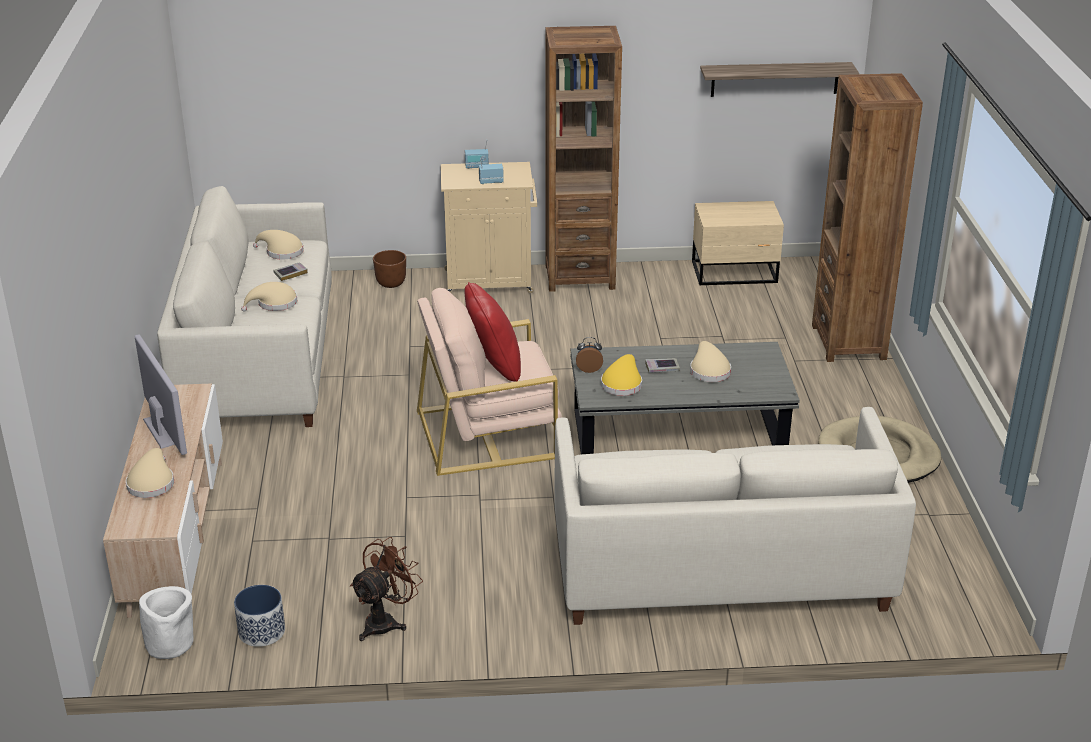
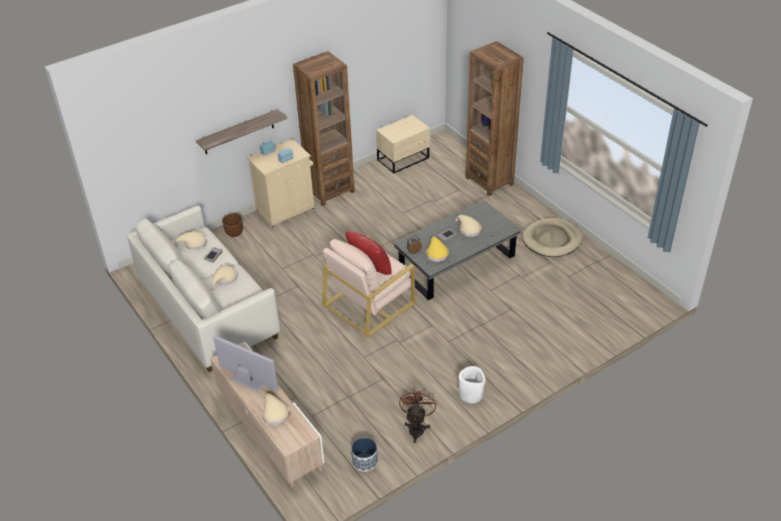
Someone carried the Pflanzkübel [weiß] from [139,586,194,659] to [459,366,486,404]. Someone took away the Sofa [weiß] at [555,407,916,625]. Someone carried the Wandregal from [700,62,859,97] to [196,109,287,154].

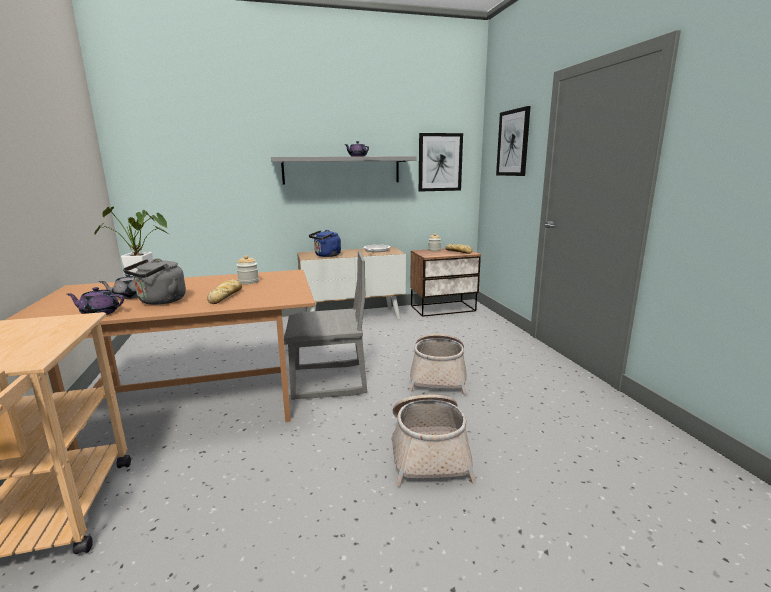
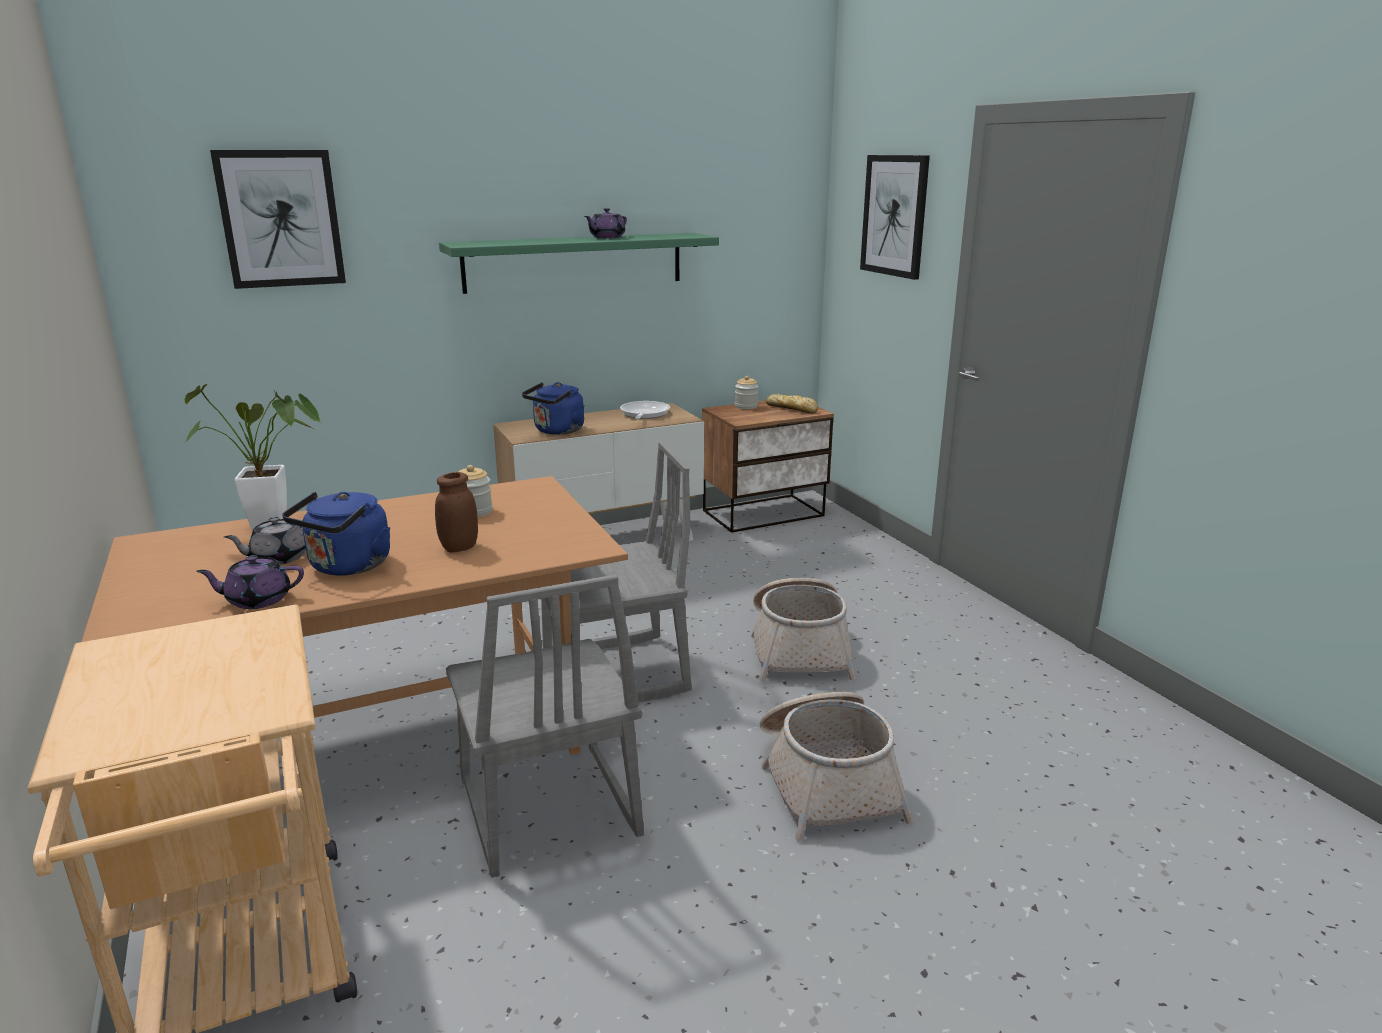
Someone repainted the Wasserkessel [grau] at [123,258,186,305], which became the Wasserkessel [blau] at [282,491,390,576]. Someone swapped the Brot at [207,280,242,304] for the Vorratsglas [braun] at [435,472,478,553]. Someone repainted the Wandregal [grau] at [271,156,416,184], which became the Wandregal [grün] at [439,233,719,294]. Someone carried the Bild from [419,133,463,192] to [210,150,346,289]. Someone put down the Stuhl [grau] at [446,574,644,878].

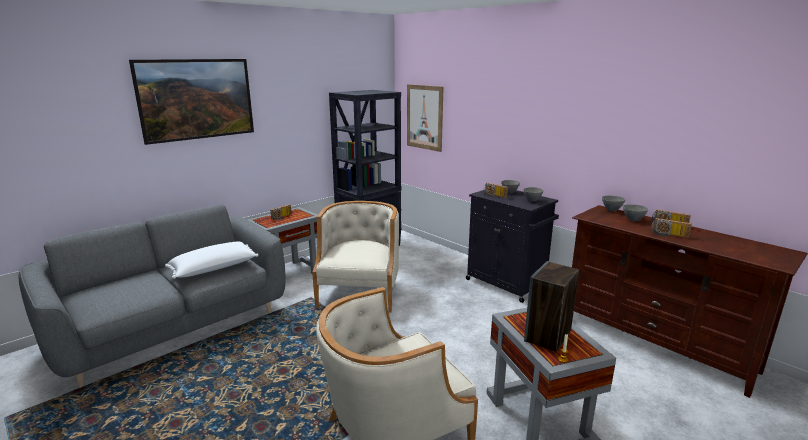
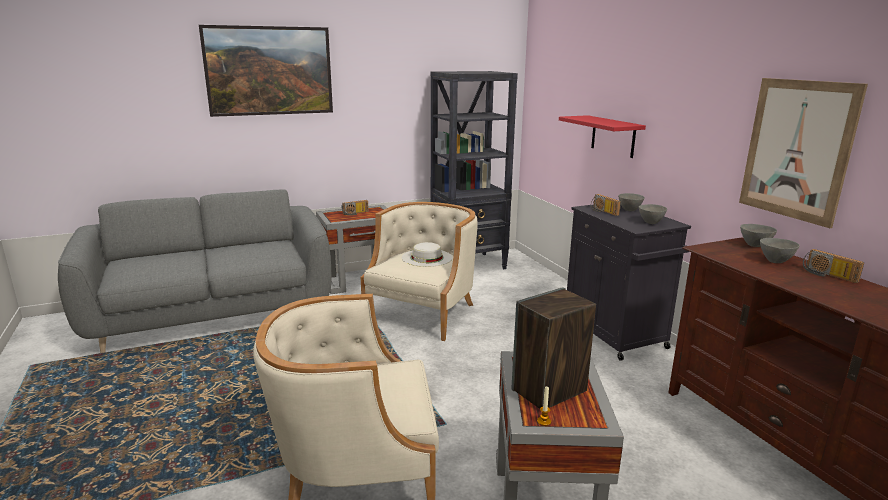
Someone took away the Kissen [weiß] at [165,241,258,279]. Someone carried the Bild from [407,84,444,152] to [739,78,868,228]. Someone took away the Radio at [651,218,692,238]. Someone put down the Hut [weiß] at [402,242,453,267]. Someone put up the Wandregal [rot] at [559,115,646,158].

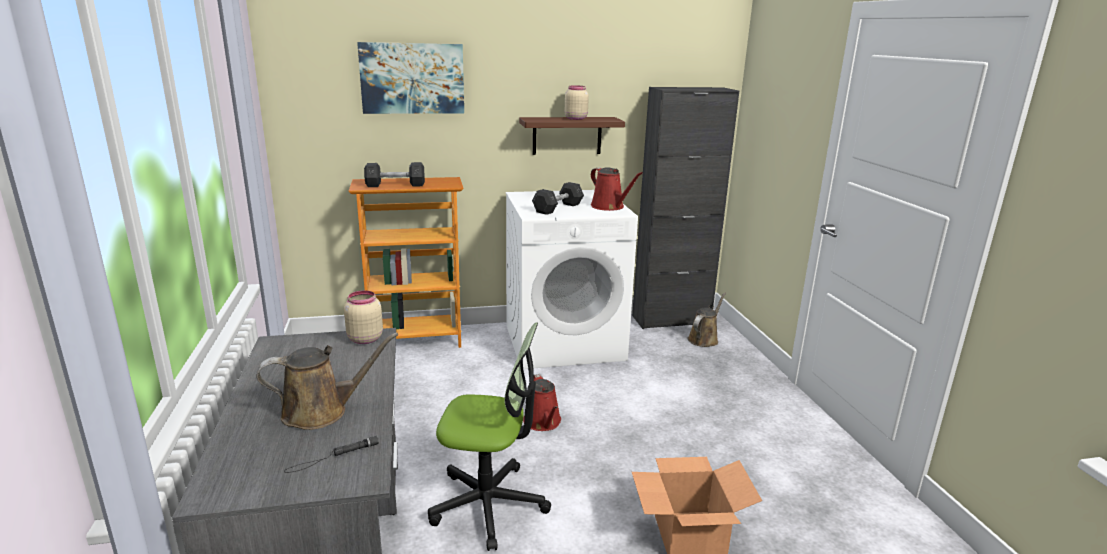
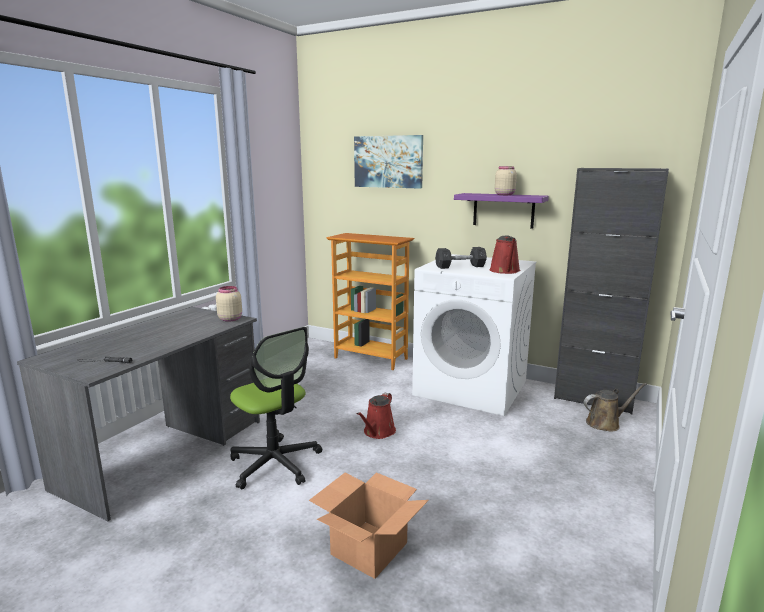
Someone took away the Gießkanne [braun] at [256,332,398,430]. Someone took away the Hantel [grau] at [364,162,425,187]. Someone repainted the Wandregal [braun] at [519,117,625,155], which became the Wandregal [lila] at [454,193,549,229].

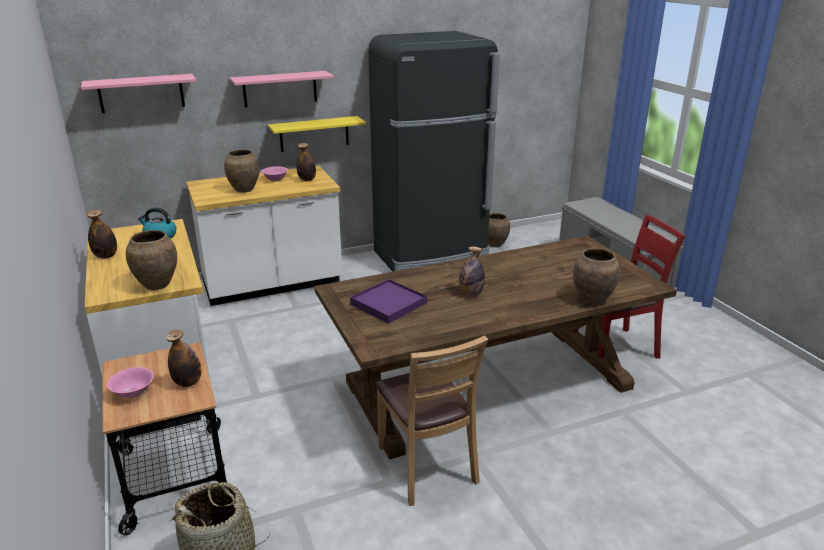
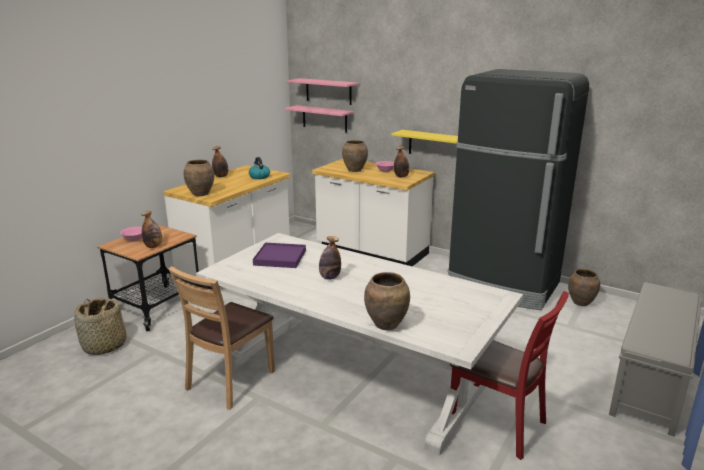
Someone carried the Wandregal [rosa] from [230,71,334,107] to [284,105,354,132]. Someone repainted the Esstisch [braun] at [314,236,677,460], which became the Esstisch [weiß] at [196,233,523,455].

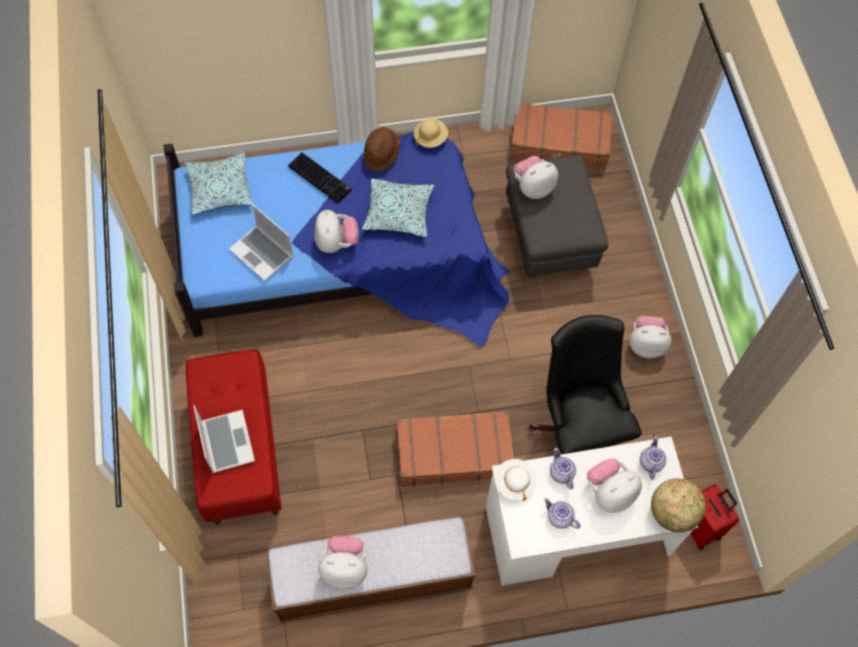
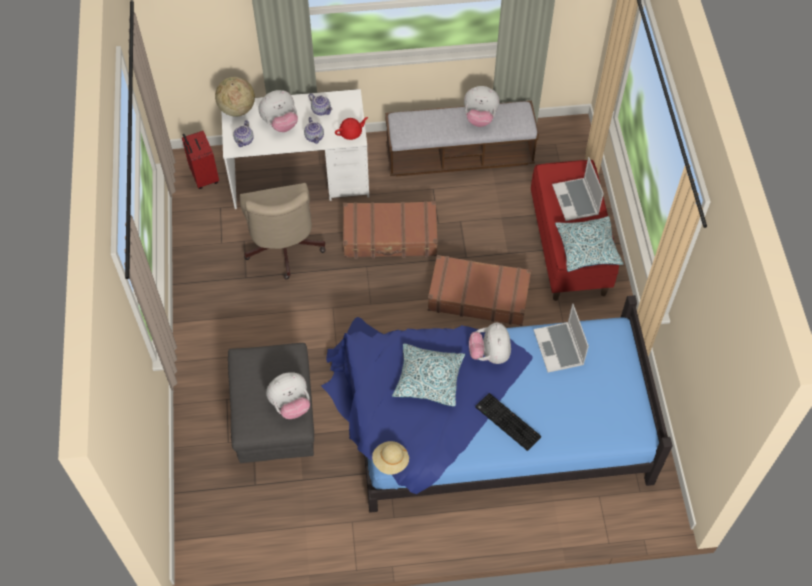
Someone carried the Kissen from [185,153,253,215] to [555,216,624,272]. Someone rotated the Laptop at [229,204,293,281] by 150 degrees counterclockwise. Someone took away the Hut [braun] at [364,127,400,173]. Someone swapped the Hut [weiß] at [495,459,537,501] for the Teekanne [rot] at [335,117,368,140]. Someone carried the Koffer [braun] from [510,103,612,170] to [428,255,531,326]. Someone repainted the Bürostuhl [schwarz] at [529,315,642,454], which became the Bürostuhl [beige] at [240,183,326,279]. Someone took away the Plüschtier at [629,316,672,359].

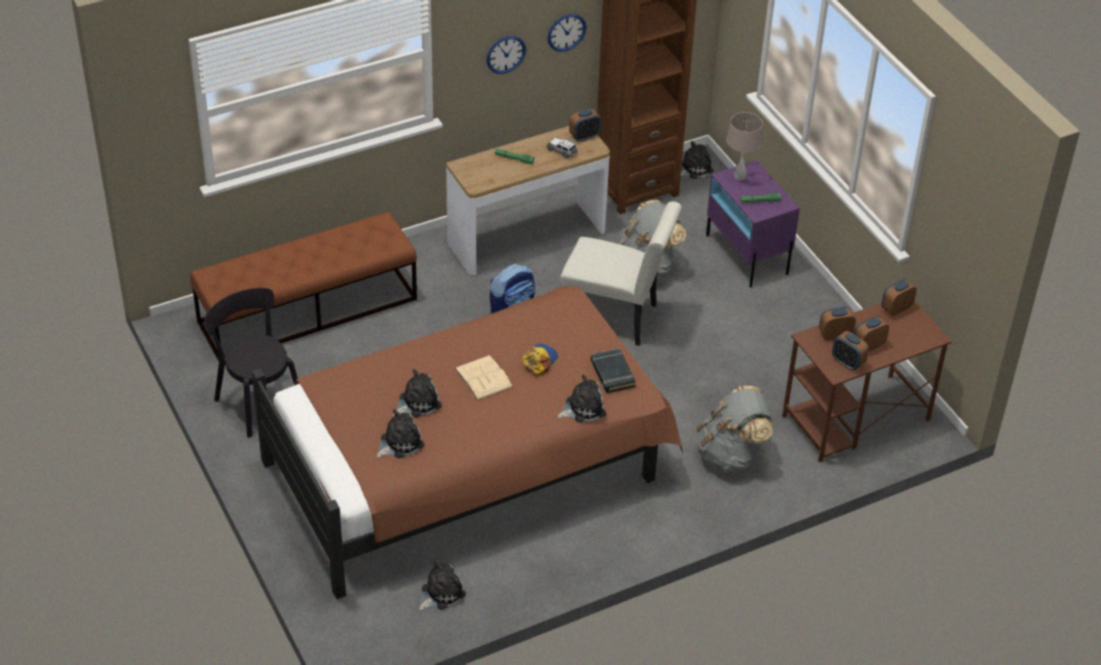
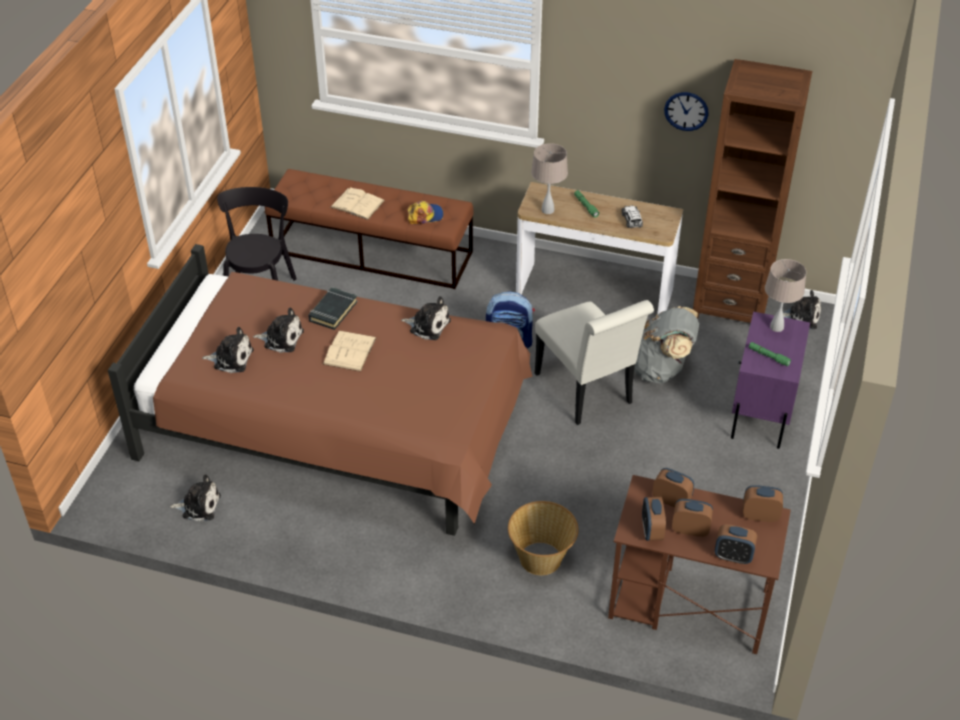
Someone took away the Wanduhr at [486,36,526,74]. Someone carried the Kappe from [522,344,558,377] to [407,201,443,224]. Someone carried the Plüschtier from [556,375,606,422] to [401,296,451,340]. Someone carried the Wecker from [569,109,601,142] to [715,524,757,564]. Someone carried the Buch [schwarz] from [591,348,636,393] to [308,287,358,330]. Someone swapped the Rucksack [grau] at [695,386,772,472] for the Korb at [508,501,579,575]. Someone put down the Buch [beige] at [330,187,384,220]. Someone put down the Tischlampe [beige] at [531,143,568,214].

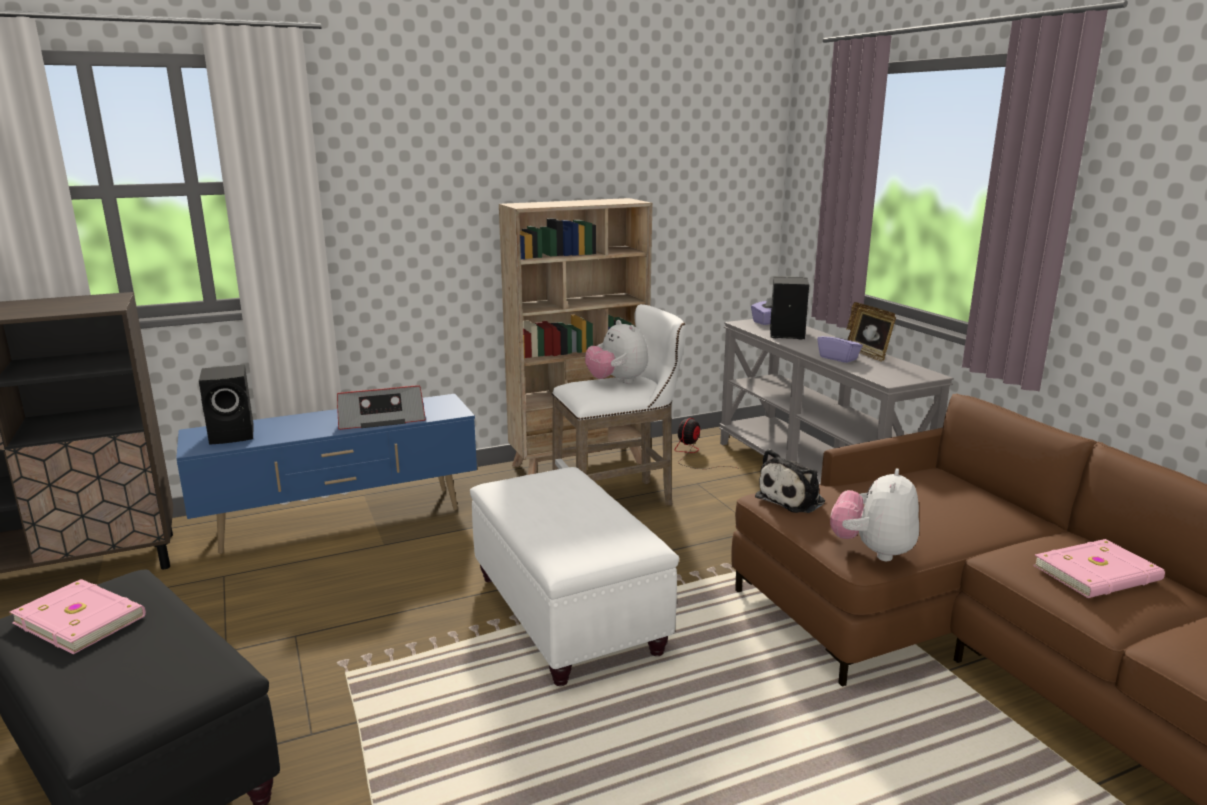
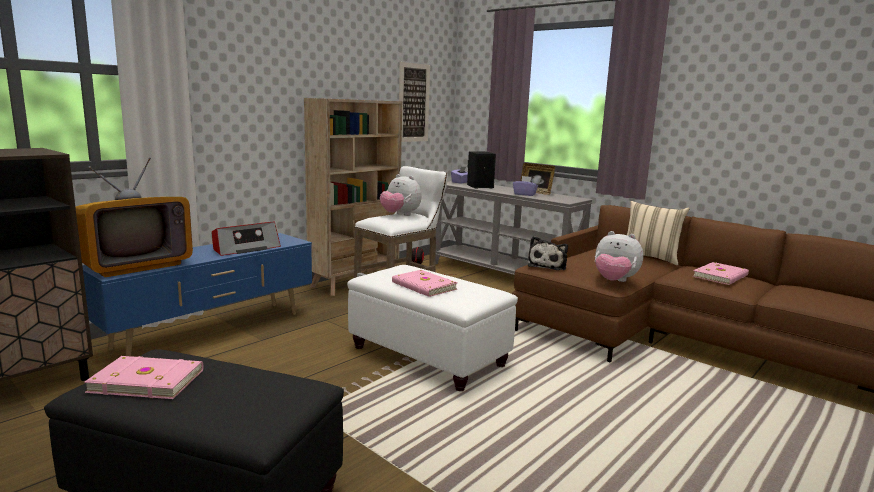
Someone swapped the Lautsprecher [schwarz] at [199,364,254,445] for the Fernseher at [75,157,193,277]. Someone rotated the Plüschtier at [830,468,919,561] by 60 degrees counterclockwise. Someone put down the Buch [rosa] at [392,270,458,297]. Someone put up the Bild at [399,62,430,142]. Someone put down the Kissen [beige] at [627,201,690,265].

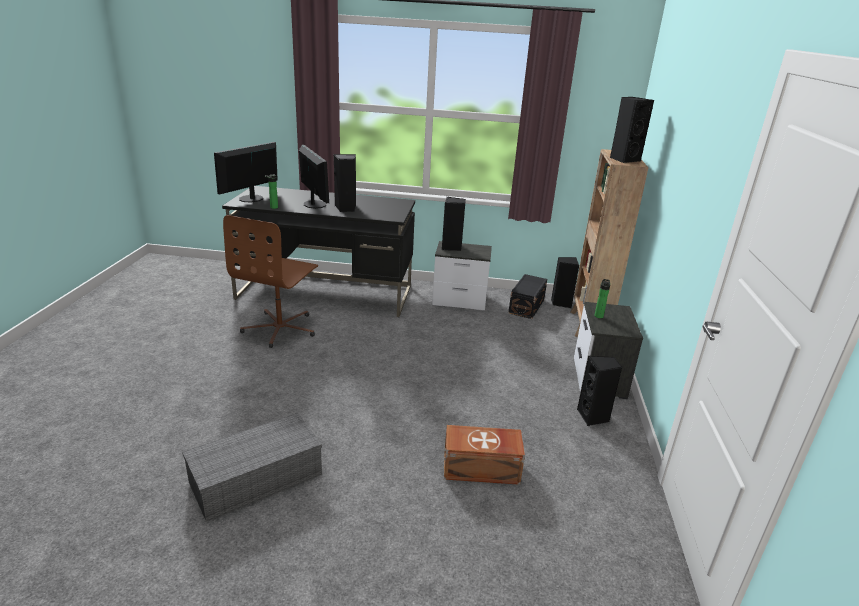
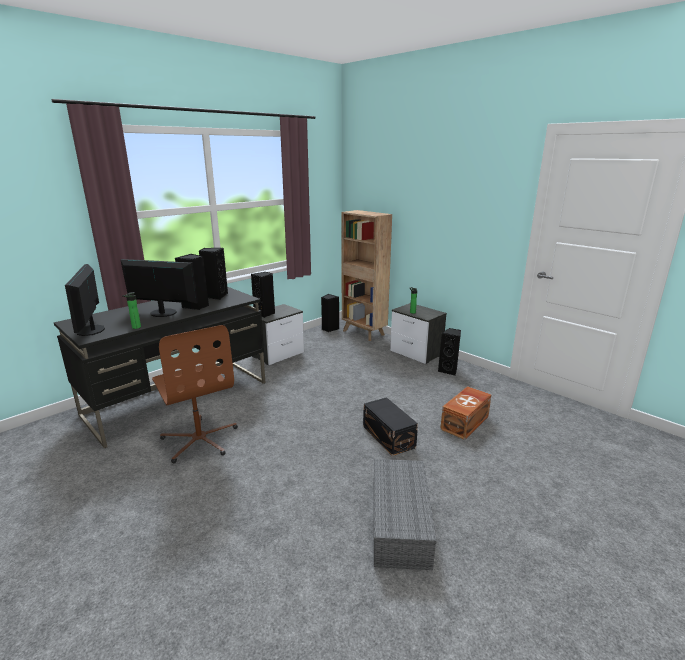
Someone carried the Aufbewahrungsbox [schwarz] from [508,274,547,319] to [363,397,418,456]. Someone carried the Lautsprecher [schwarz] from [610,97,654,163] to [199,248,228,300].

